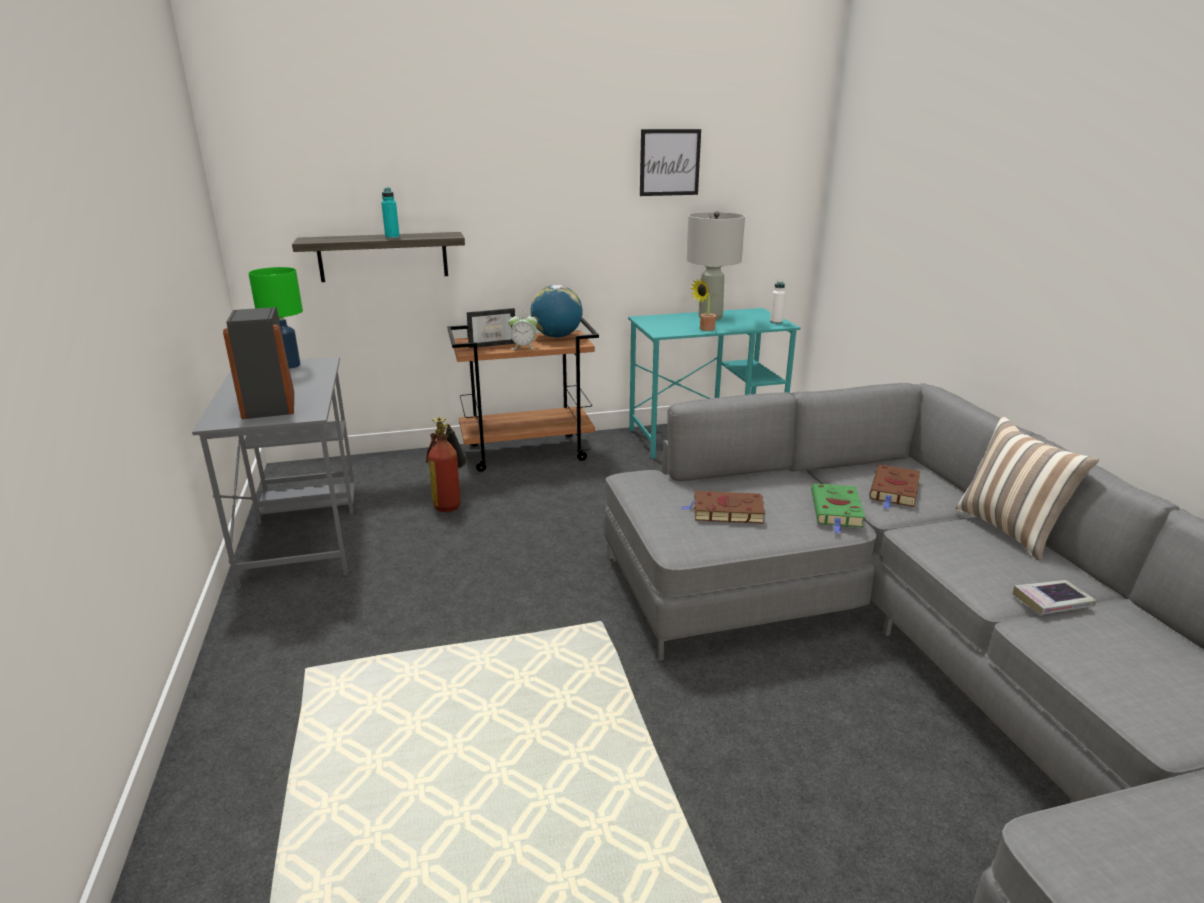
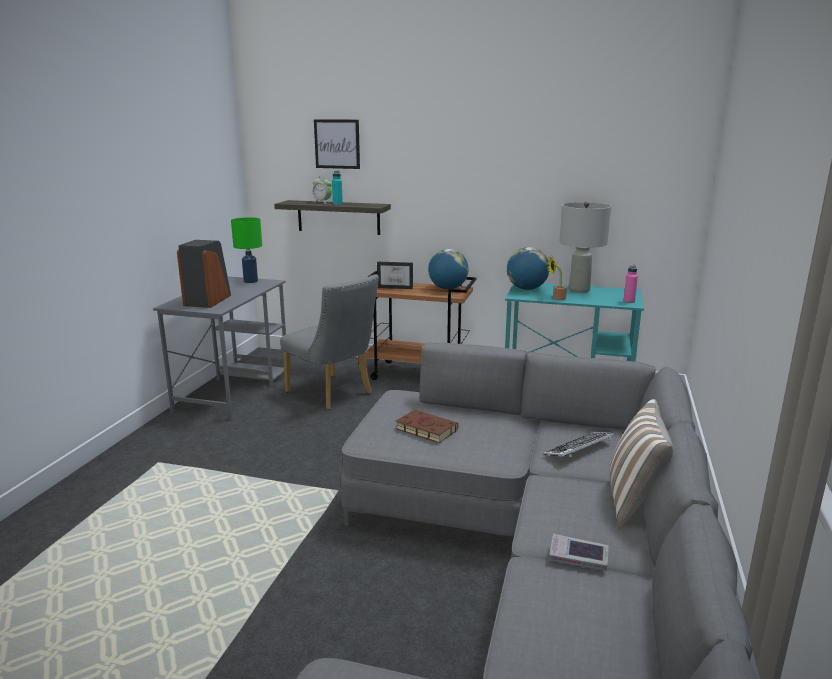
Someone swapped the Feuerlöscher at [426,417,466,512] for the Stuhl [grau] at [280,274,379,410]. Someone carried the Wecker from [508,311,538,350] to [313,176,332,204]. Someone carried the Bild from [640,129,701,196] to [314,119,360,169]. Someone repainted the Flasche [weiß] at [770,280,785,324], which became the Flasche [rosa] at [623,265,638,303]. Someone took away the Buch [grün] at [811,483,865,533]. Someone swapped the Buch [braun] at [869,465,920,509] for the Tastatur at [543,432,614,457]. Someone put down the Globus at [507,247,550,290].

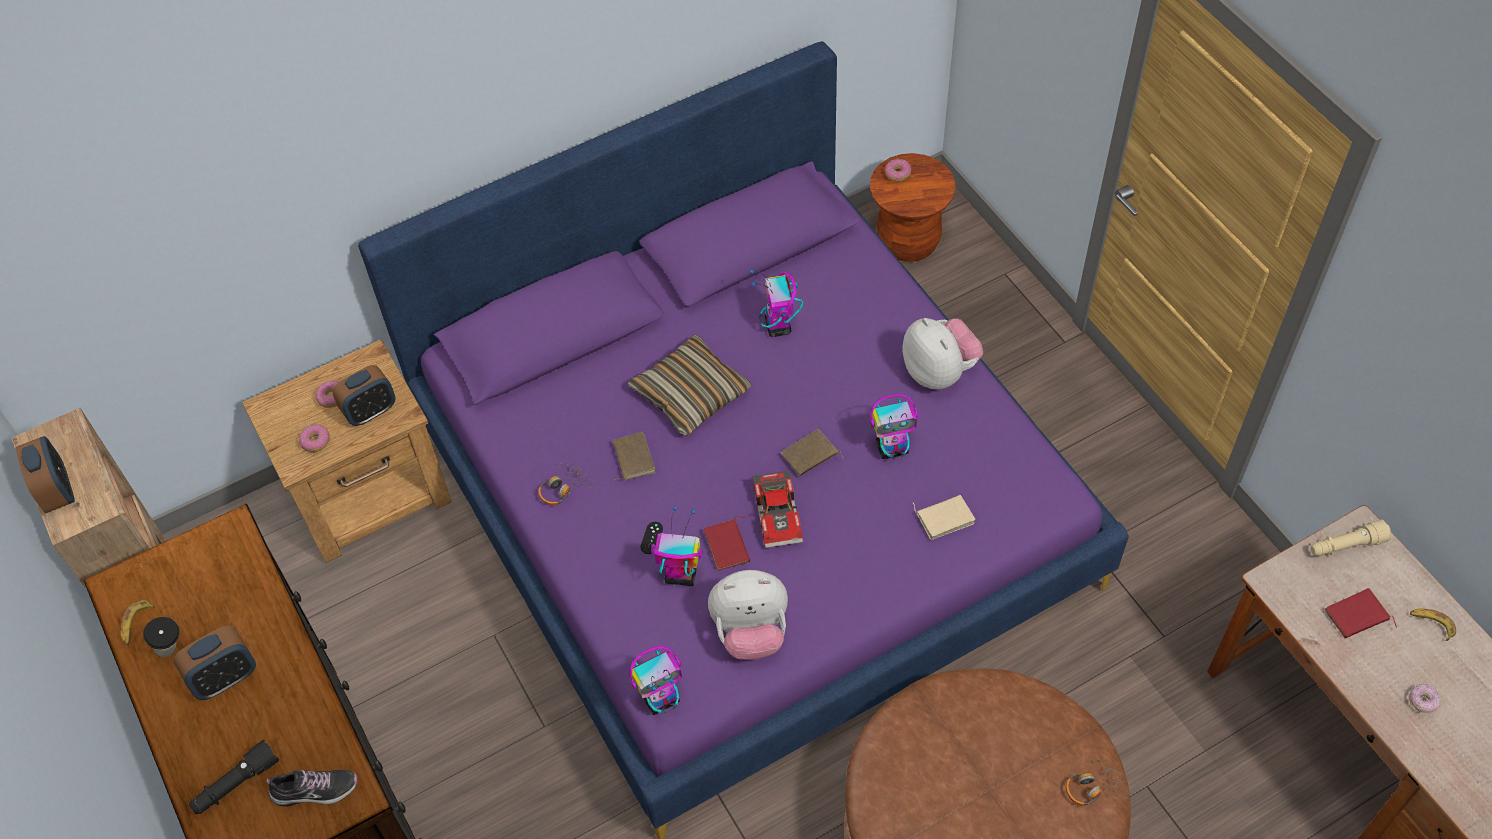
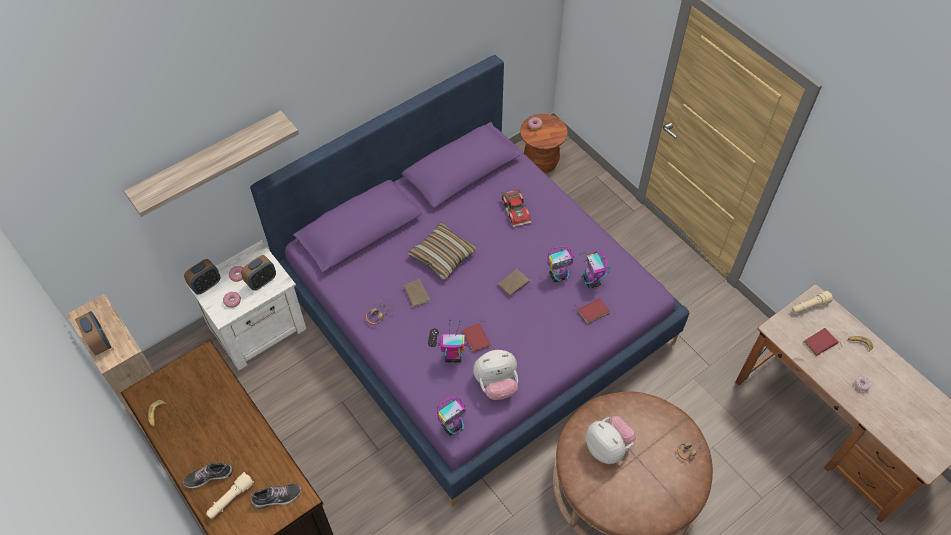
Someone took away the Tasse at [143,617,179,657]. Someone carried the Wecker from [174,626,256,700] to [184,259,220,295]. Someone repainted the Taschenlampe [schwarz] at [189,740,279,814], which became the Taschenlampe [beige] at [206,472,254,519]. Someone repainted the Nachttisch [braun] at [242,340,452,563], which became the Nachttisch [weiß] at [186,240,306,371]. Someone carried the Spielzeugroboter from [750,270,803,337] to [580,251,610,288]. Someone carried the Spielzeugauto from [753,470,803,548] to [502,188,531,227]. Someone carried the Plüschtier from [902,318,983,389] to [586,416,636,464]. Someone repainted the Buch [beige] at [913,495,975,540], which became the Buch [rot] at [575,298,610,324]. Someone put up the Wandregal at [124,110,299,217]. Someone put down the Schuh at [183,463,233,488].

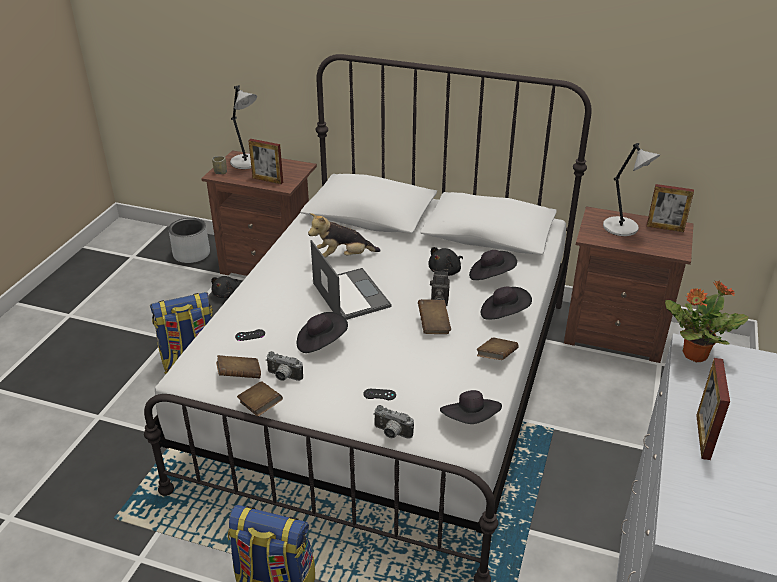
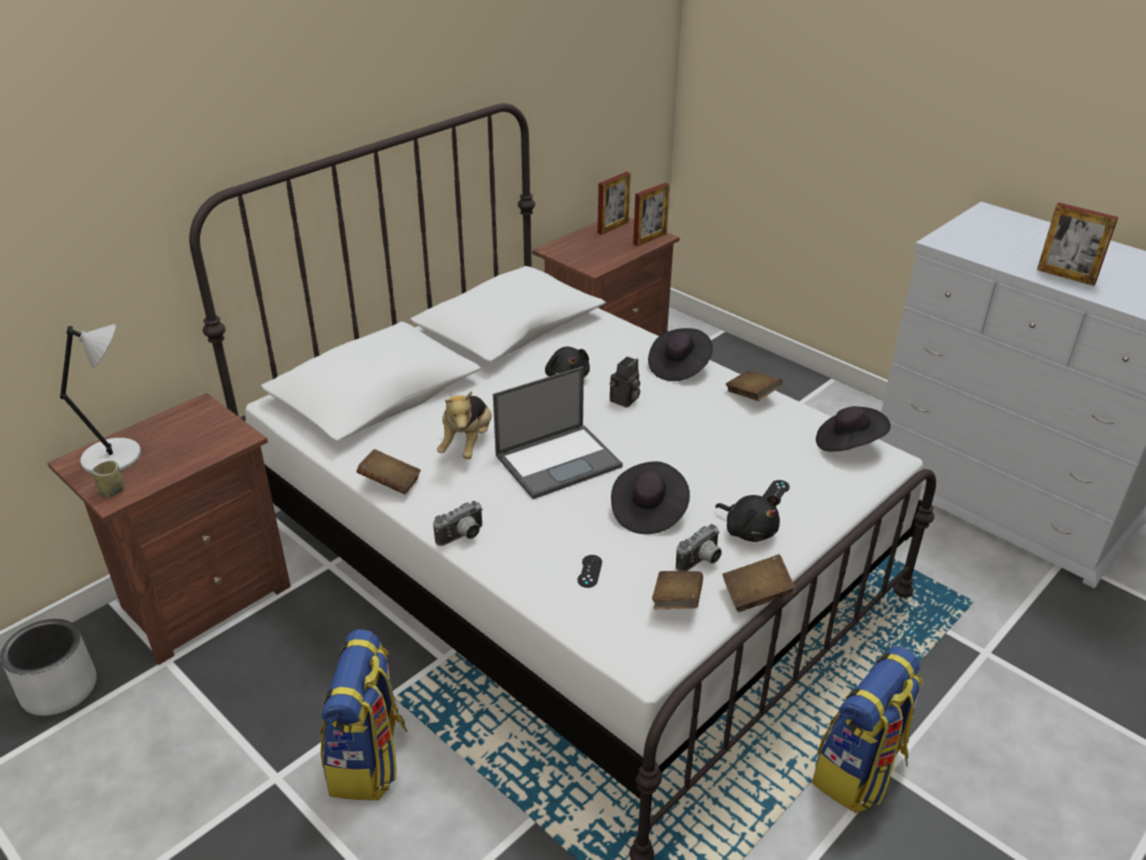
Someone carried the Plüschtier [schwarz] from [211,276,238,298] to [715,495,780,542]. Someone carried the Bilderrahmen from [248,139,283,184] to [633,183,670,246]. Someone rotated the Laptop at [311,240,391,320] by 150 degrees clockwise. Someone carried the Kamera from [373,405,414,439] to [433,501,483,546]. Someone carried the Buch [braun] from [418,299,451,334] to [356,449,421,495]. Someone took away the Hut [schwarz] at [469,250,517,280]. Someone took away the Tischlampe [grau] at [603,143,660,236]. Someone took away the Topfpflanze at [665,281,748,362].

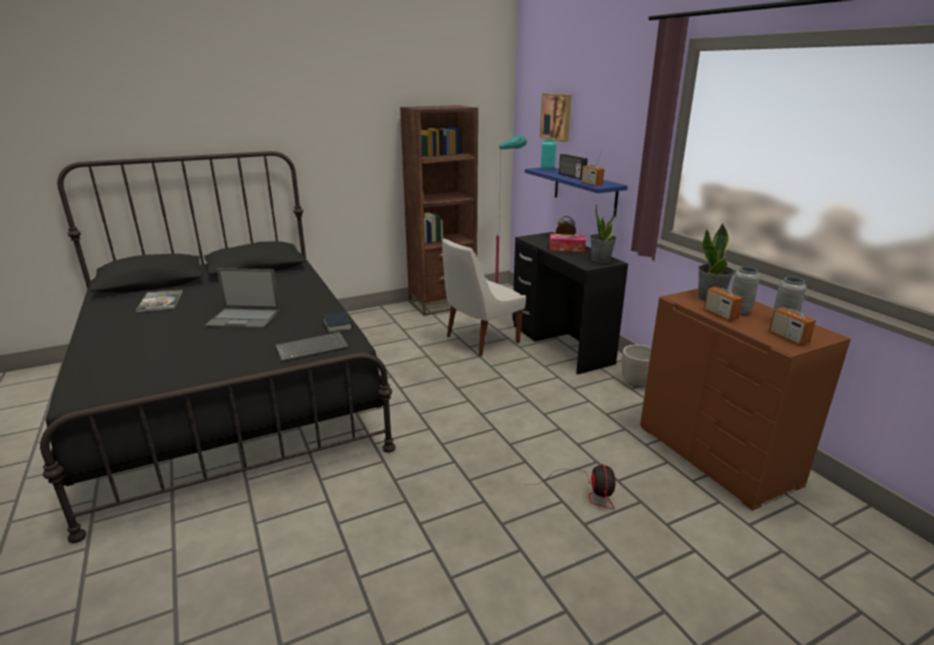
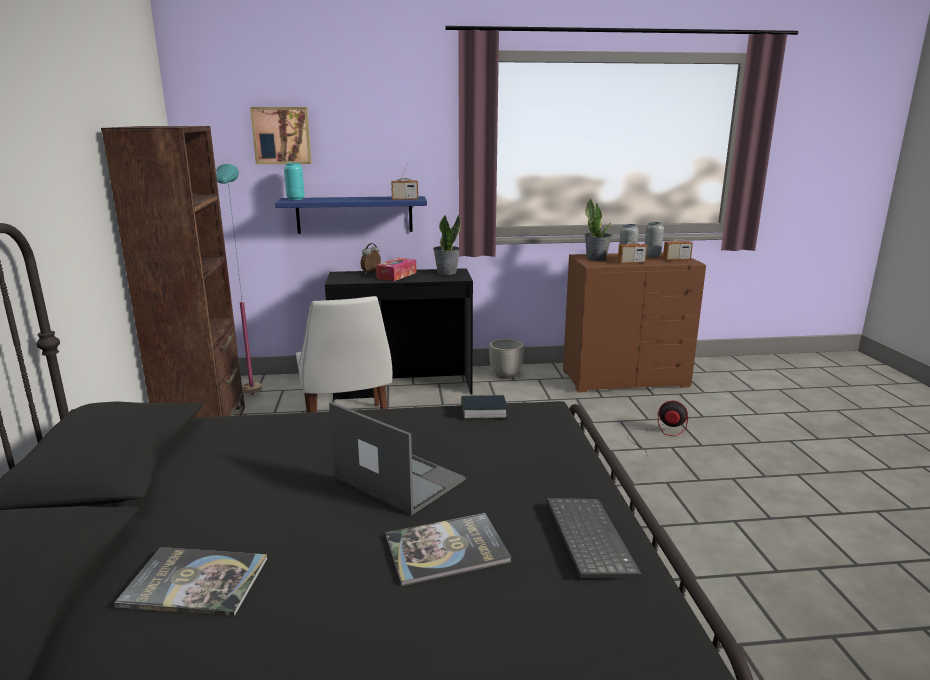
Someone rotated the Laptop at [204,268,280,329] by 75 degrees counterclockwise. Someone carried the Tastatur from [275,332,349,362] to [547,498,642,577]. Someone took away the Radio at [559,154,588,179]. Someone put down the Buch at [386,513,511,586].

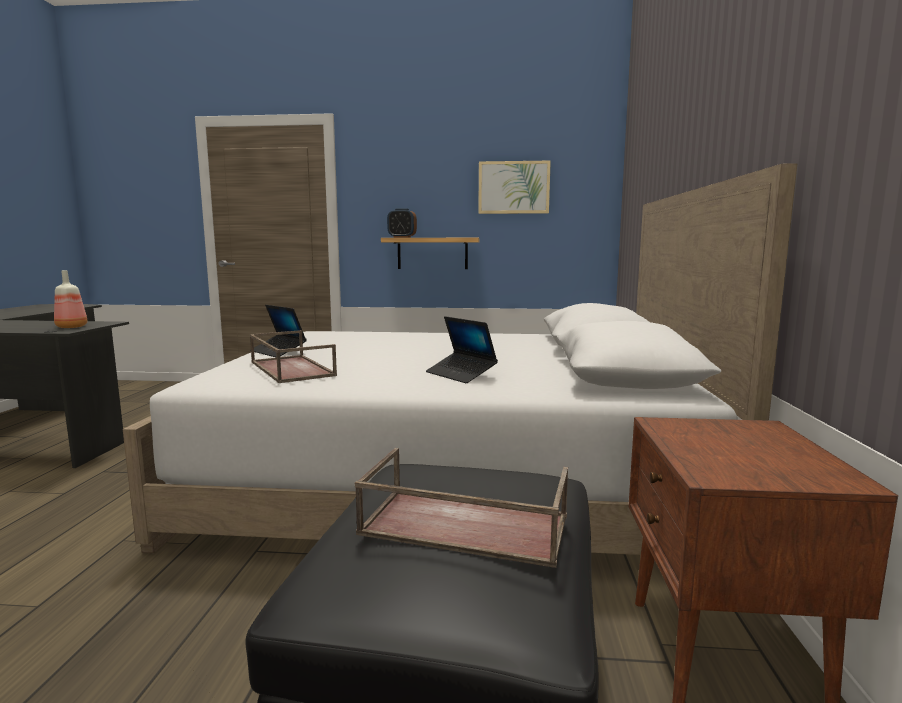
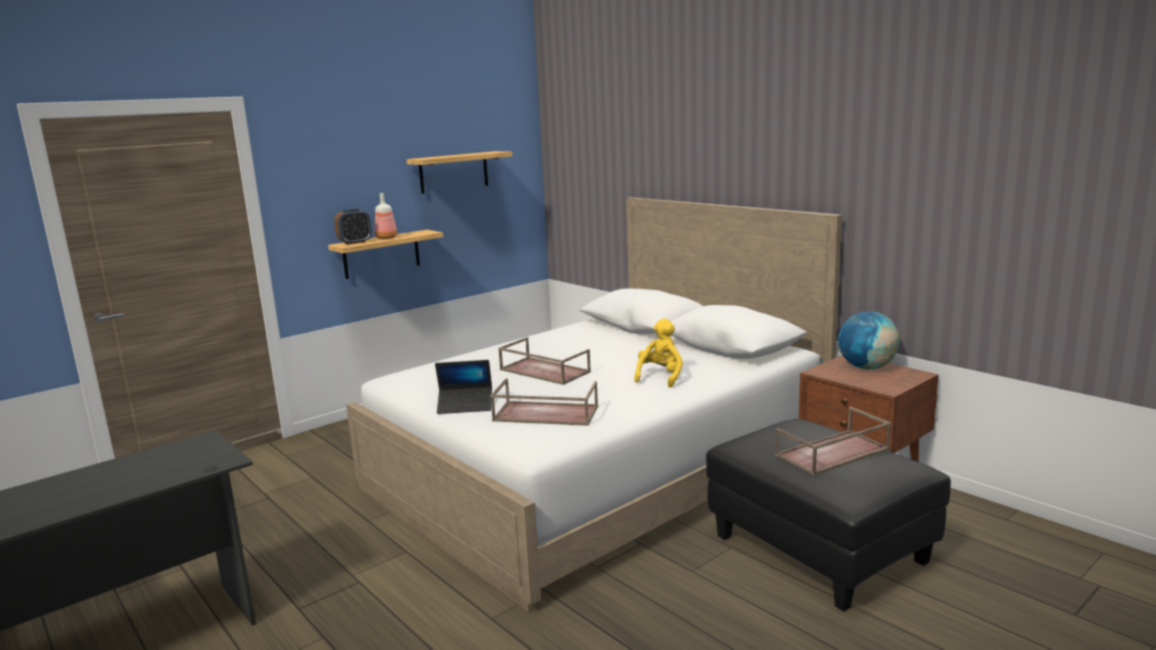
Someone carried the Flasche from [54,270,87,328] to [375,193,397,239]. Someone swapped the Laptop at [426,316,498,383] for the Plüschtier [gelb] at [634,318,683,388]. Someone swapped the Bild at [478,161,551,214] for the Wandregal at [406,151,512,194]. Someone put down the Tablett [braun] at [498,337,591,385]. Someone put down the Globus at [838,311,900,369].

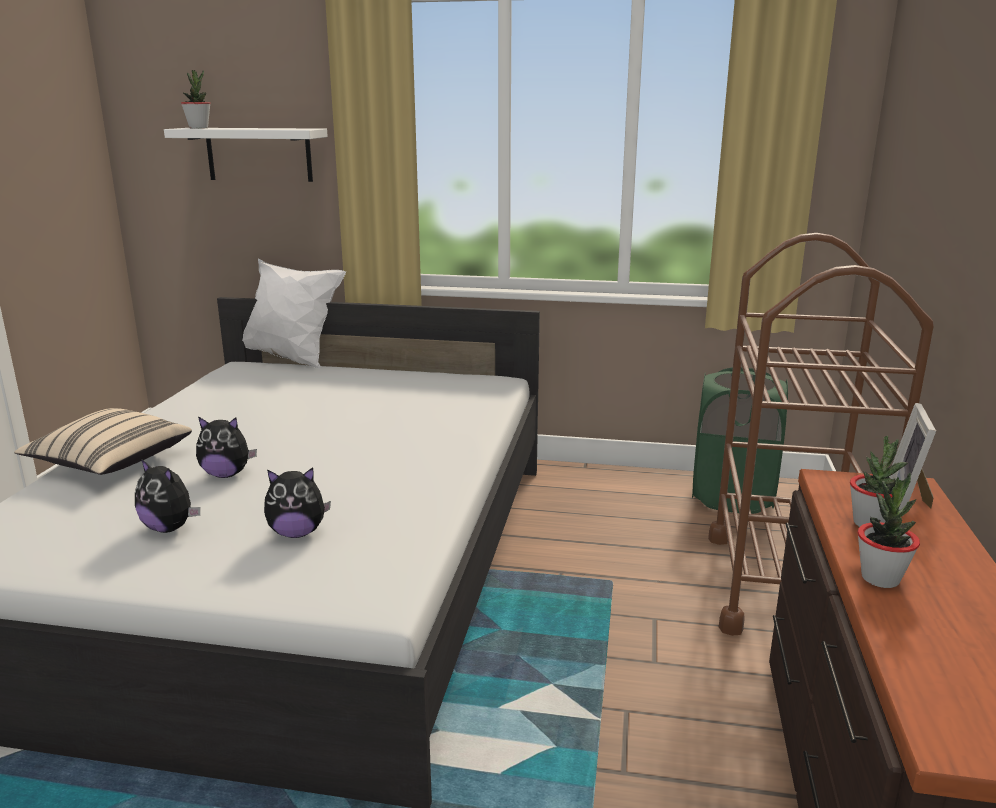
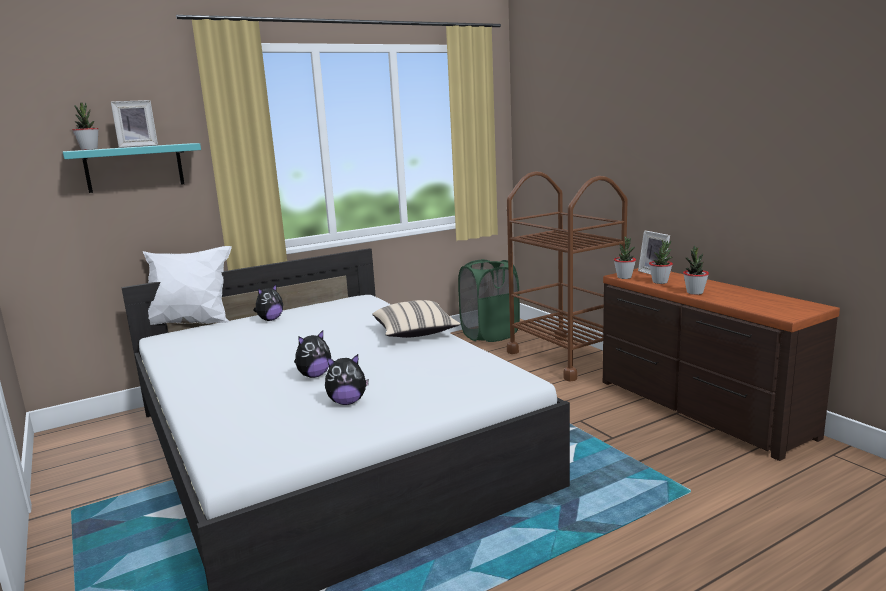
Someone carried the Kissen [beige] from [14,408,192,475] to [372,300,461,338]. Someone repainted the Wandregal [weiß] at [164,128,328,182], which became the Wandregal [türkis] at [63,143,201,193]. Someone carried the Plüschtier from [264,467,331,538] to [253,285,283,321]. Someone put down the Bilderrahmen at [111,100,158,148]. Someone put down the Topfpflanze at [614,237,636,279].

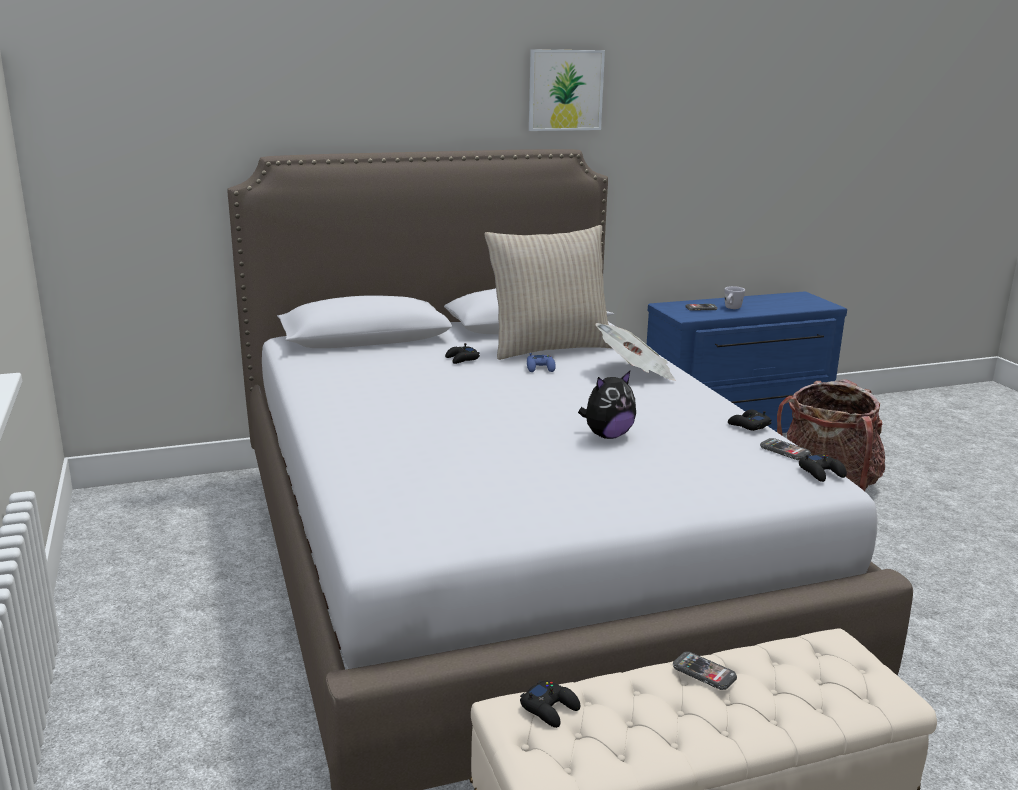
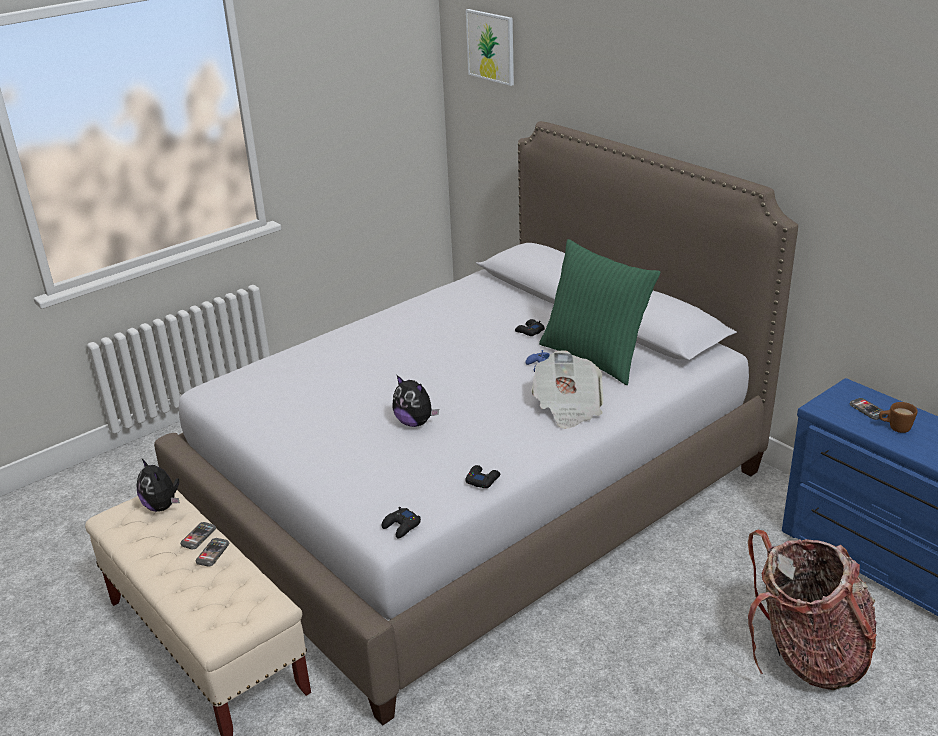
Someone repainted the Kissen [beige] at [485,225,612,360], which became the Kissen [grün] at [539,239,660,385]. Someone swapped the Gamepad [schwarz] at [520,680,580,728] for the Plüschtier at [136,459,180,512]. Someone carried the Bild from [529,49,605,131] to [466,9,514,86]. Someone repainted the Henkelbecher [weiß] at [724,286,745,309], which became the Henkelbecher [braun] at [879,402,918,433]. Someone carried the Handy from [760,438,811,460] to [180,522,216,550].

